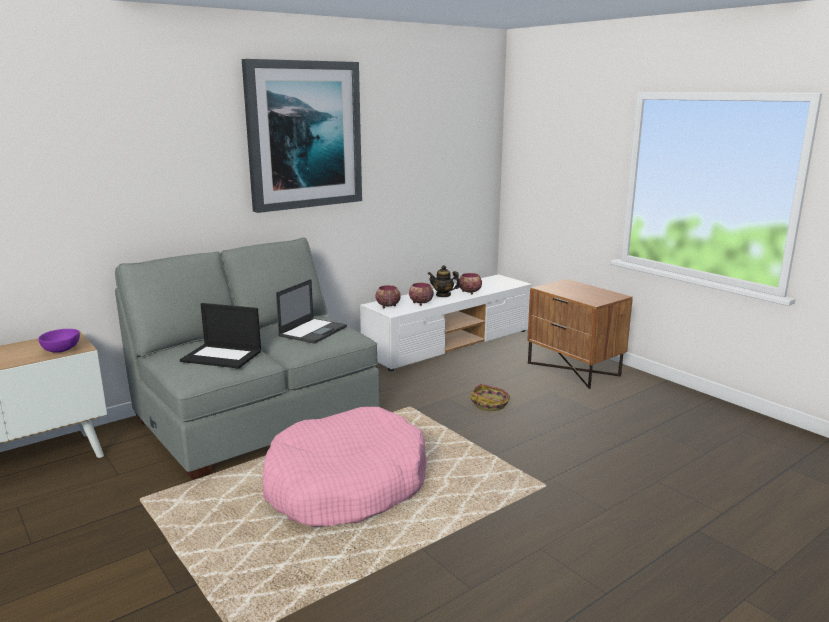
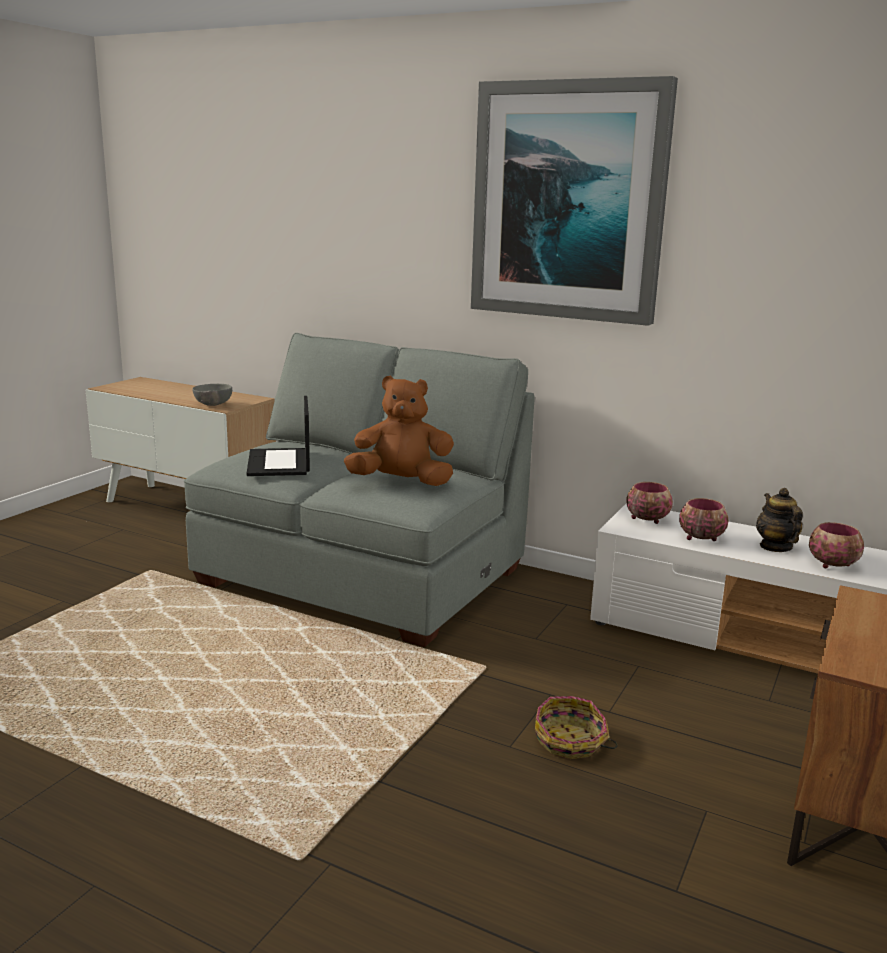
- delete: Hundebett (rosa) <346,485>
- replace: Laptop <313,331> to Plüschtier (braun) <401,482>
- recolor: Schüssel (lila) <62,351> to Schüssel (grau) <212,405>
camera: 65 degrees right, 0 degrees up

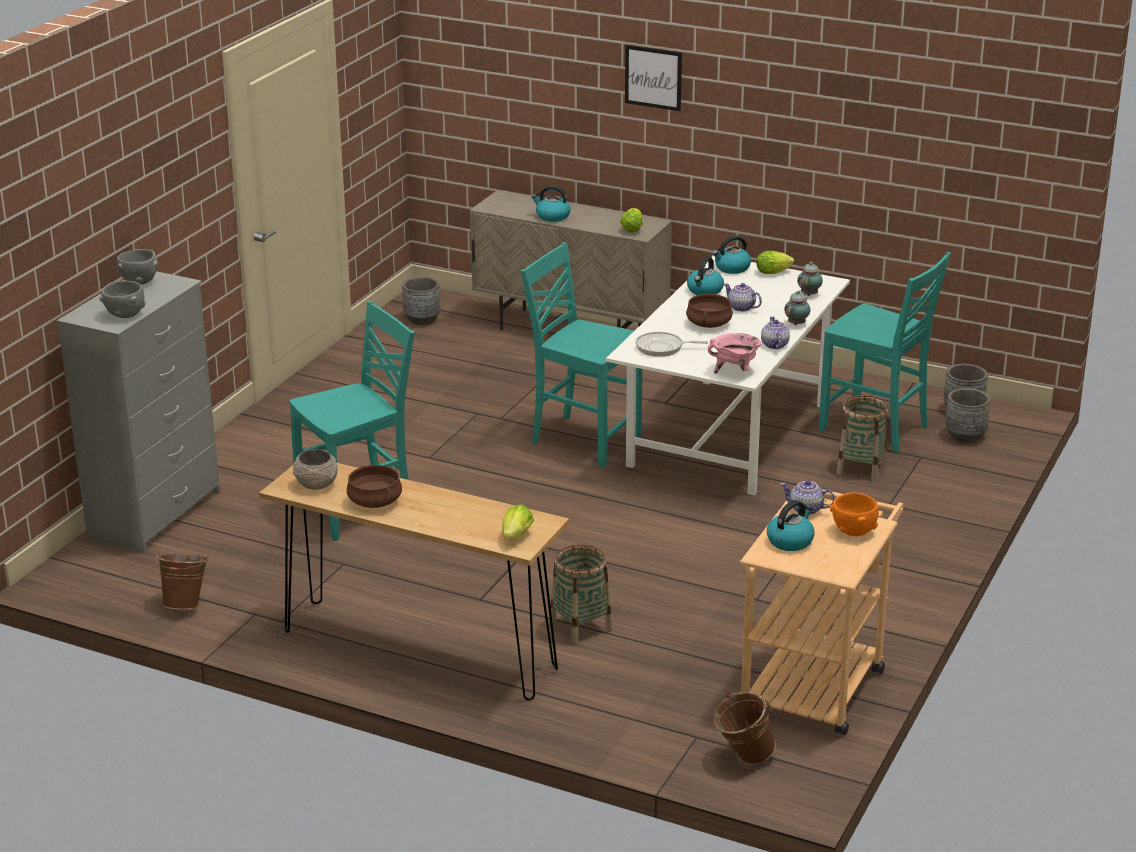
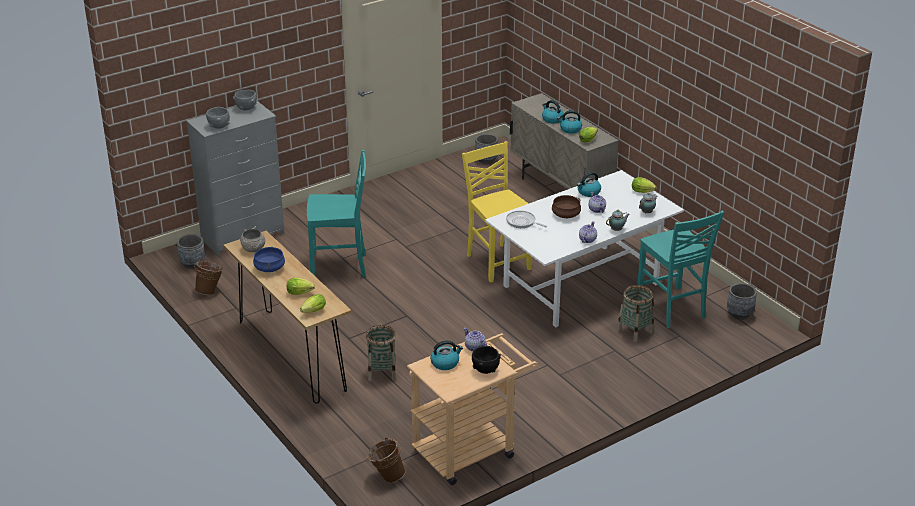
- delete: Bild <653,77>
- delete: Kochtopf (rosa) <735,371>
- insert: Salatkopf <301,293>
- move: Wasserkessel <731,268> to <570,129>
- move: Pflanzkübel (grau) <965,436> to <192,263>
- recolor: Kochtopf (braun) <375,501> to Kochtopf (blau) <270,268>
- recolor: Stuhl (türkis) <583,440> to Stuhl (gelb) <497,262>
- recolor: Schüssel (orange) <853,531> to Schüssel (schwarz) <485,369>
camera: 30 degrees right, 5 degrees up

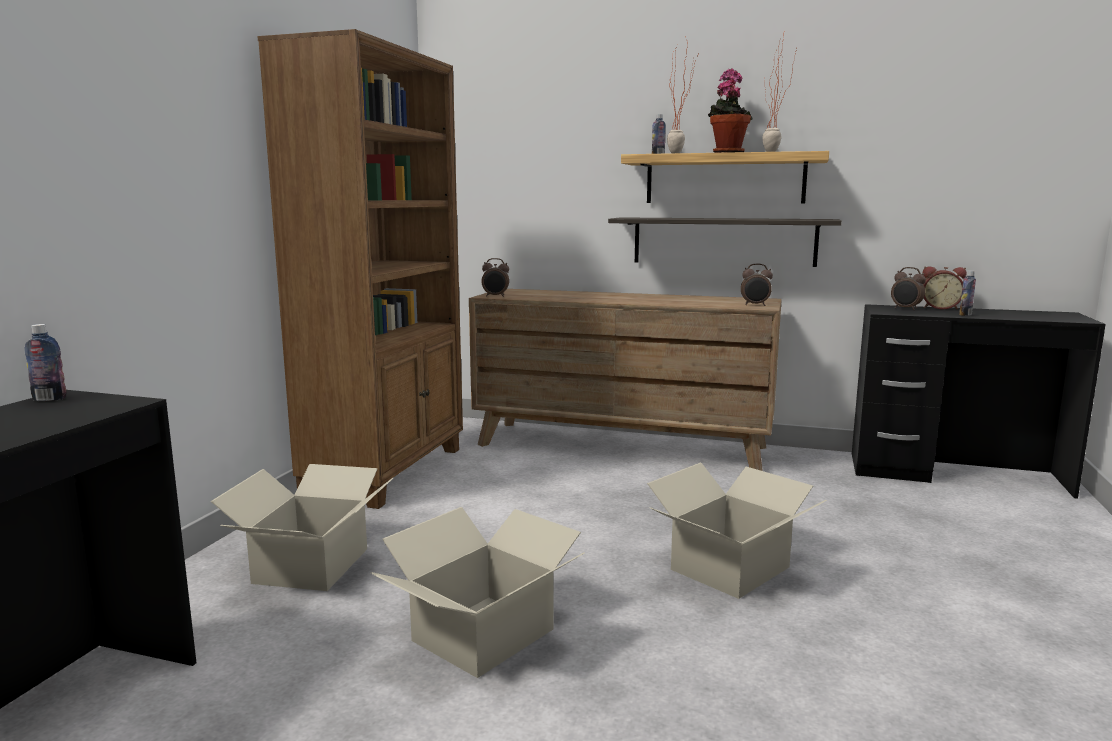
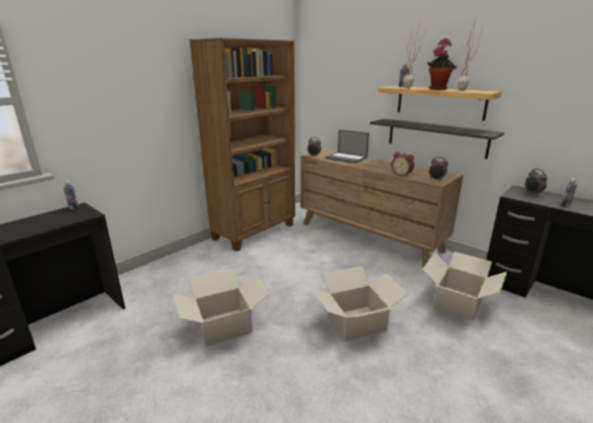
- insert: Laptop <347,158>
- move: Karton <310,565> to <457,302>
- move: Wecker <940,308> to <402,174>
camera: 25 degrees right, 10 degrees up

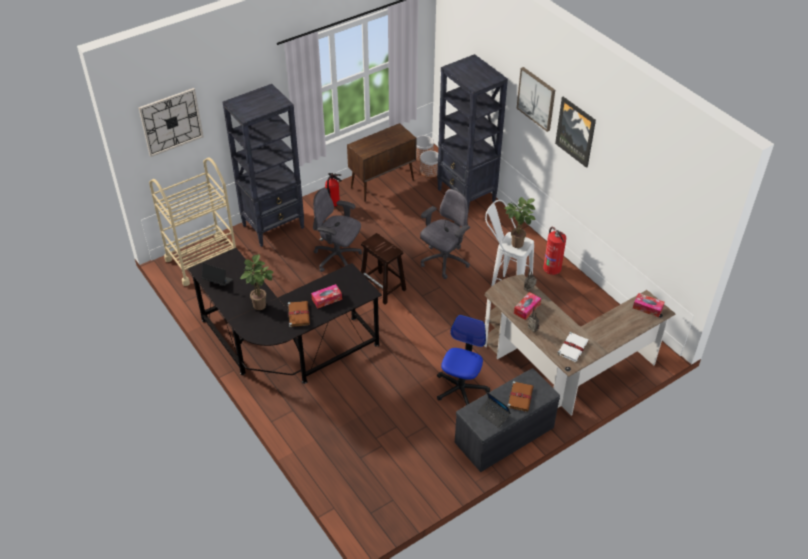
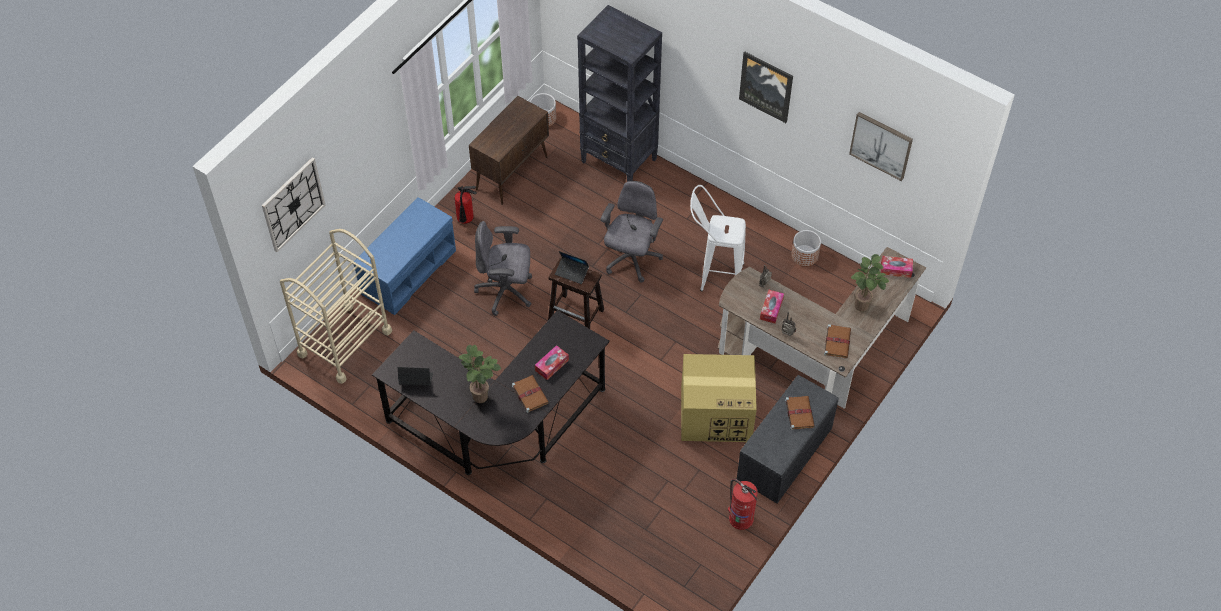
- move: Pflanzkübel <430,171> to <805,255>
- move: Laptop <493,415> to <572,272>
- move: Topfpflanze <517,245> to <862,307>
- move: Bild <536,98> to <881,145>
- move: Feuerlöscher <552,267> to <740,518>
- replace: Bücherregal (schwarz) <274,226> to Bank (blau) <408,271>
- replace: Bürostuhl <461,388> to Karton <717,414>
- recolor: Buch (weiß) <573,347> to Buch (braun) <837,341>
camera: 20 degrees left, 10 degrees up

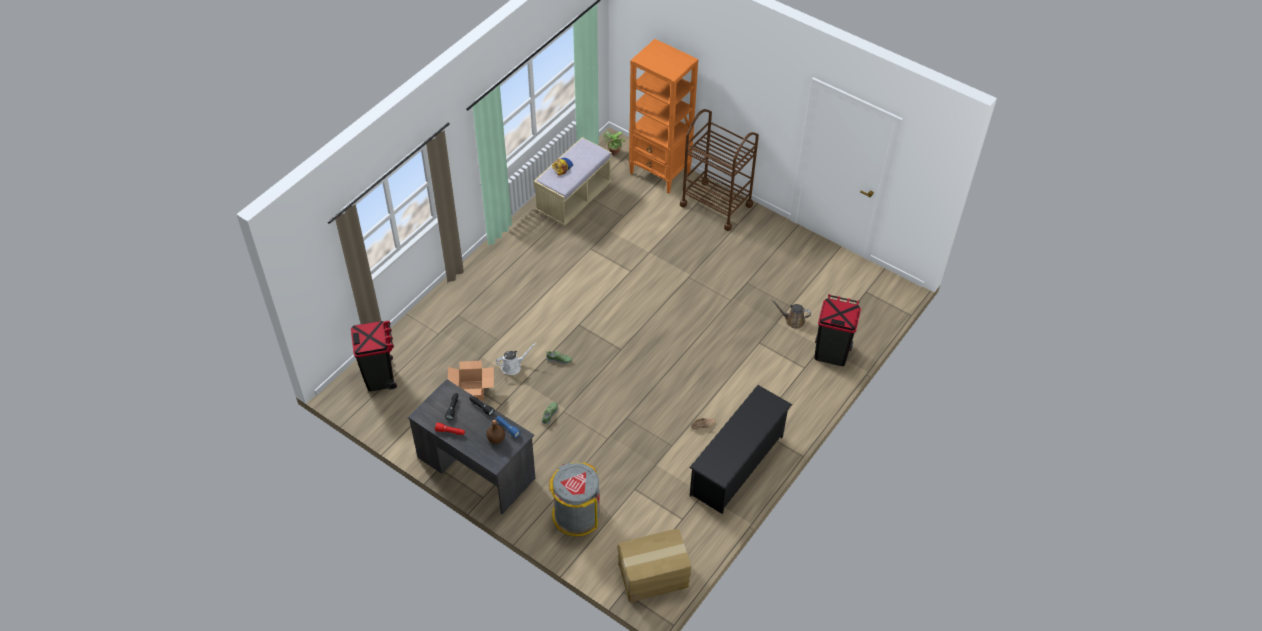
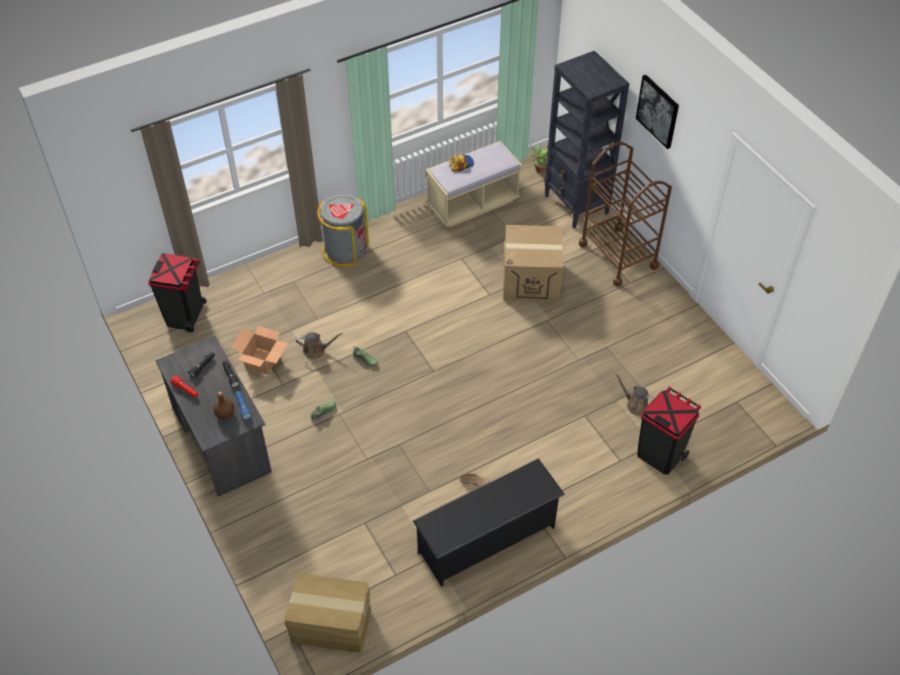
- insert: Karton <531,280>
- insert: Bild <658,111>
- move: Mülleimer (grau) <576,514> to <345,249>
- recolor: Gießkanne (weiß) <513,366> to Gießkanne (braun) <316,350>
- recolor: Bücherregal (orange) <660,173> to Bücherregal (schwarz) <576,205>
camera: 25 degrees right, 0 degrees up

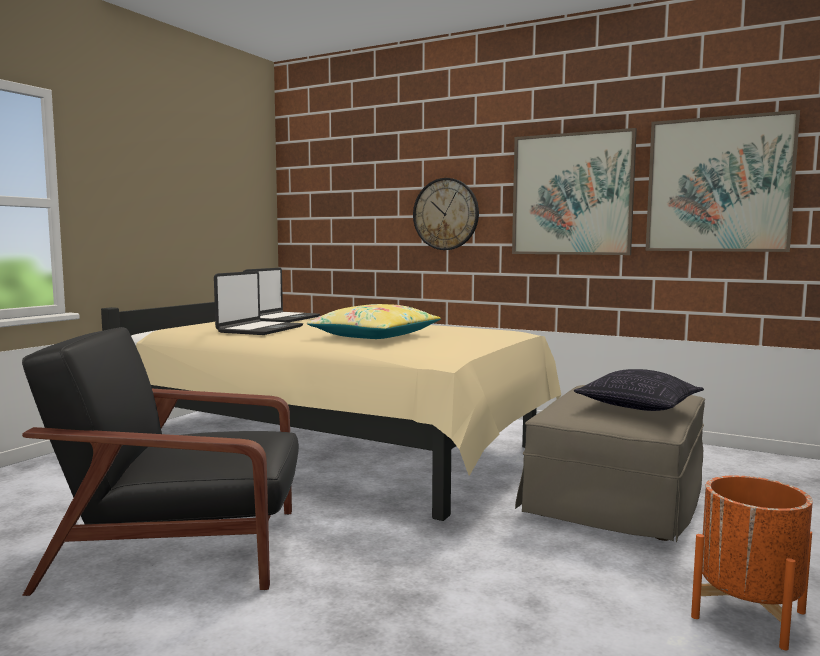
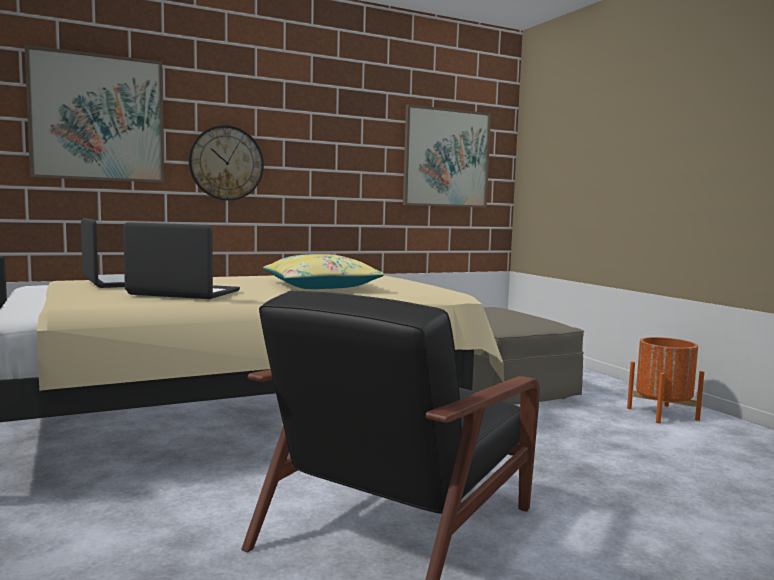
- delete: Kissen <637,407>
- move: Bild <572,194> to <97,118>
- rotate: Laptop <259,329> = <184,293> 45 degrees counterclockwise
camera: 55 degrees left, 0 degrees up

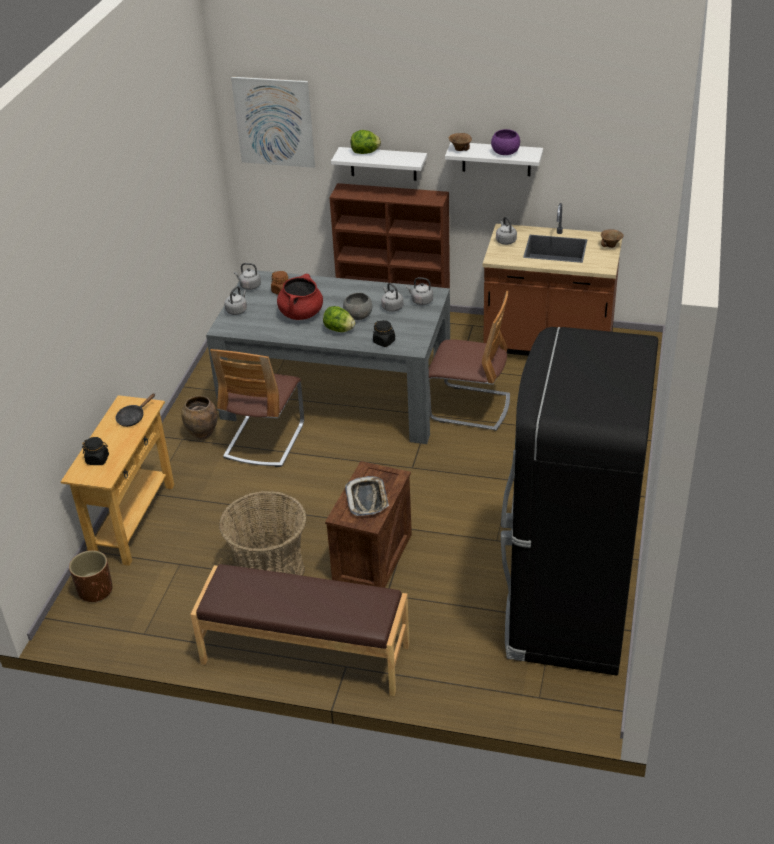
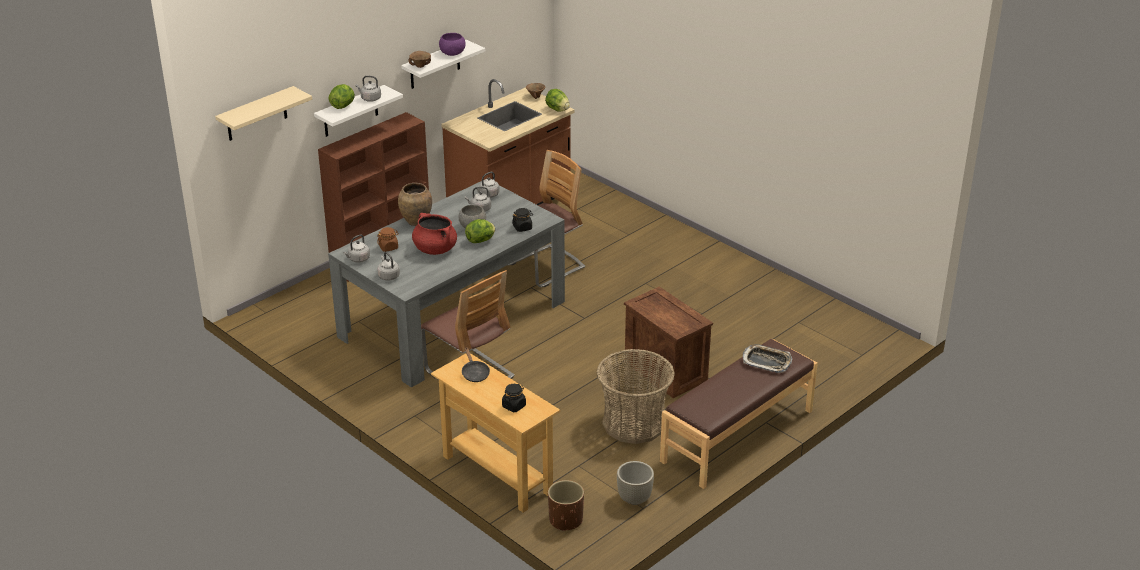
- delete: Kühlschrank (schwarz) <567,608>
- insert: Salatkopf <557,109>
- insert: Pflanzkübel (grau) <634,499>
- move: Vase (braun) <202,434> to <415,221>
- move: Tablett <367,499> to <766,361>
- move: Wasserkessel (grau) <505,240> to <370,98>
- replace: Bild <274,122> to Wandregal (beige) <256,114>
camera: 60 degrees left, 5 degrees down

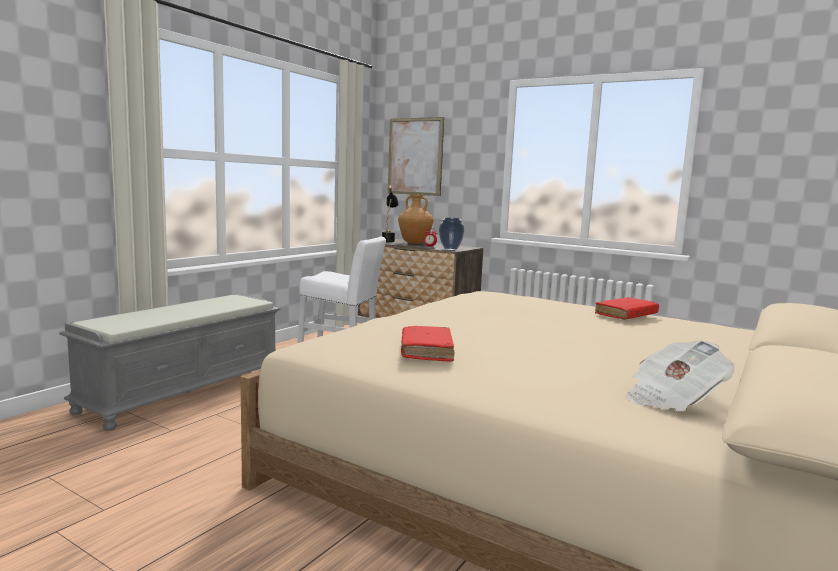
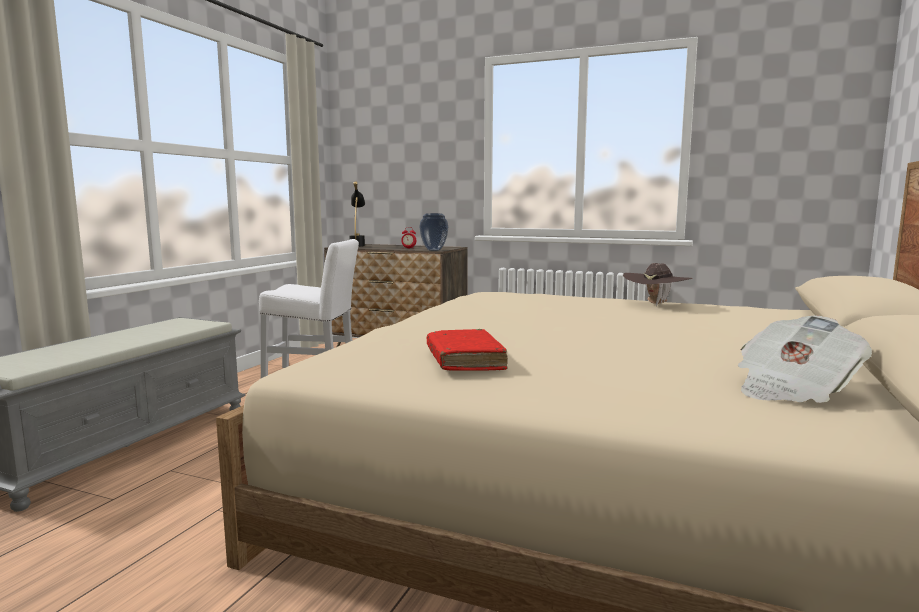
- delete: Bild <415,156>
- delete: Vase (braun) <415,243>
- replace: Buch (rot) <626,315> to Hut (braun) <655,304>
camera: 10 degrees left, 0 degrees up

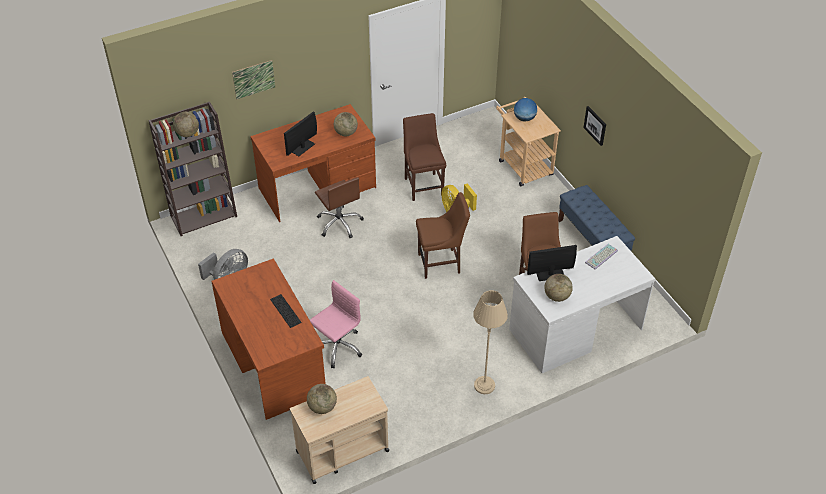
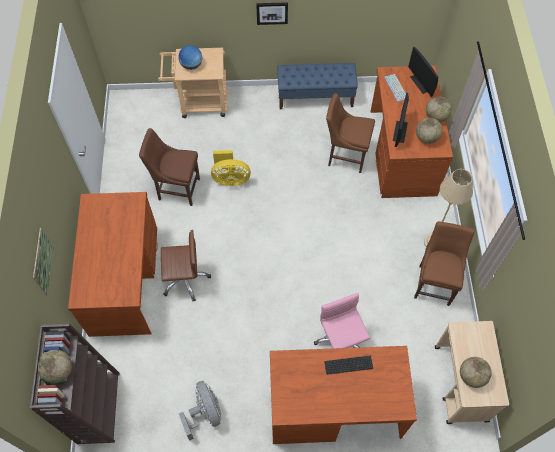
- move: Monitor <303,148> to <420,83>
- move: Globus <346,133> to <436,117>
- move: Stuhl (braun) <441,263> to <434,283>
- recolor: Schreibtisch (weiß) <574,329> to Schreibtisch (braun) <401,152>
camera: 65 degrees left, 15 degrees up

